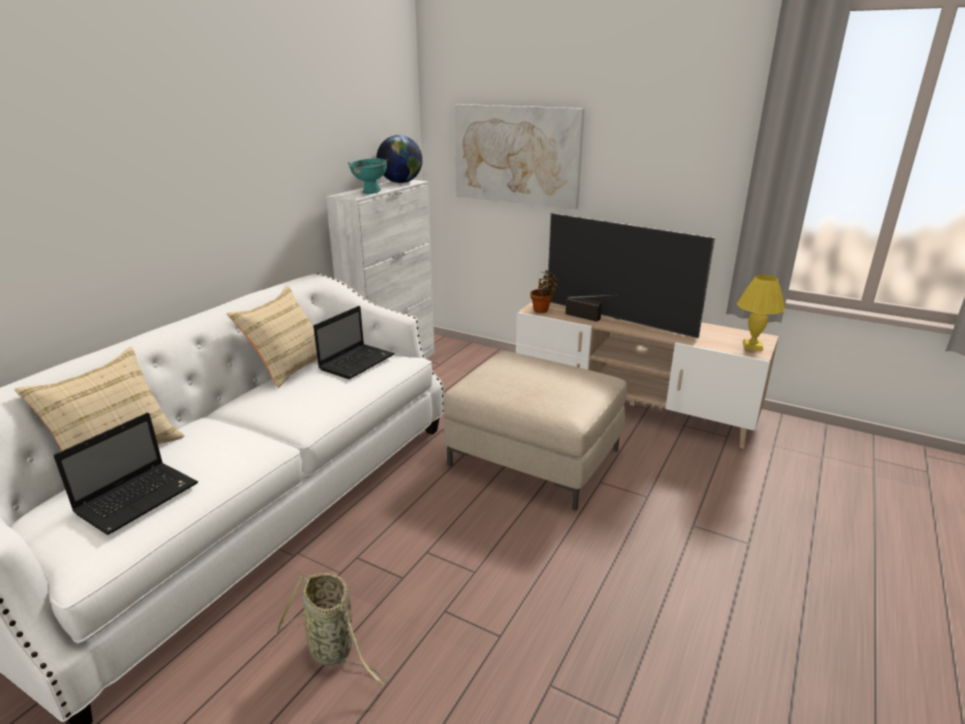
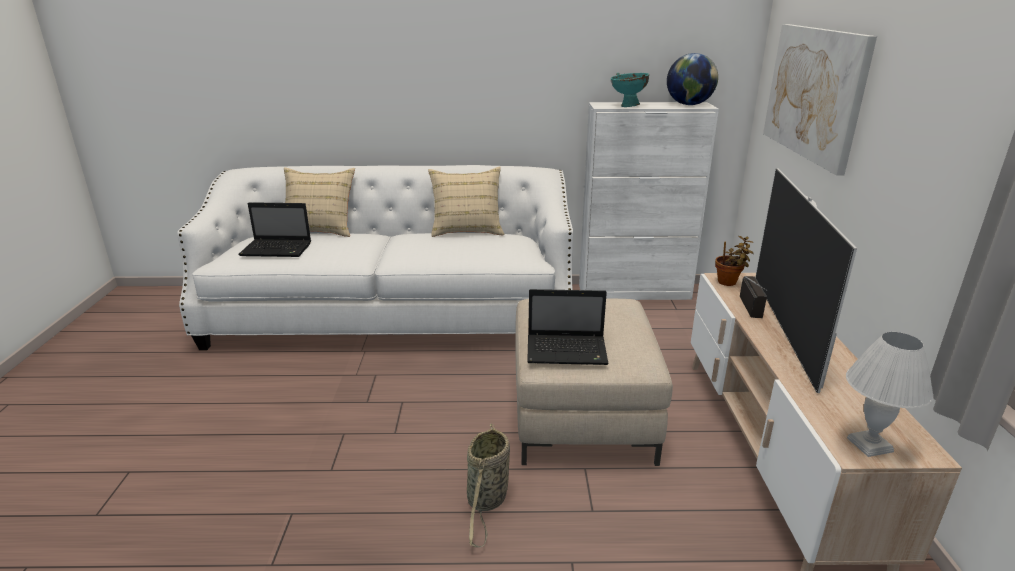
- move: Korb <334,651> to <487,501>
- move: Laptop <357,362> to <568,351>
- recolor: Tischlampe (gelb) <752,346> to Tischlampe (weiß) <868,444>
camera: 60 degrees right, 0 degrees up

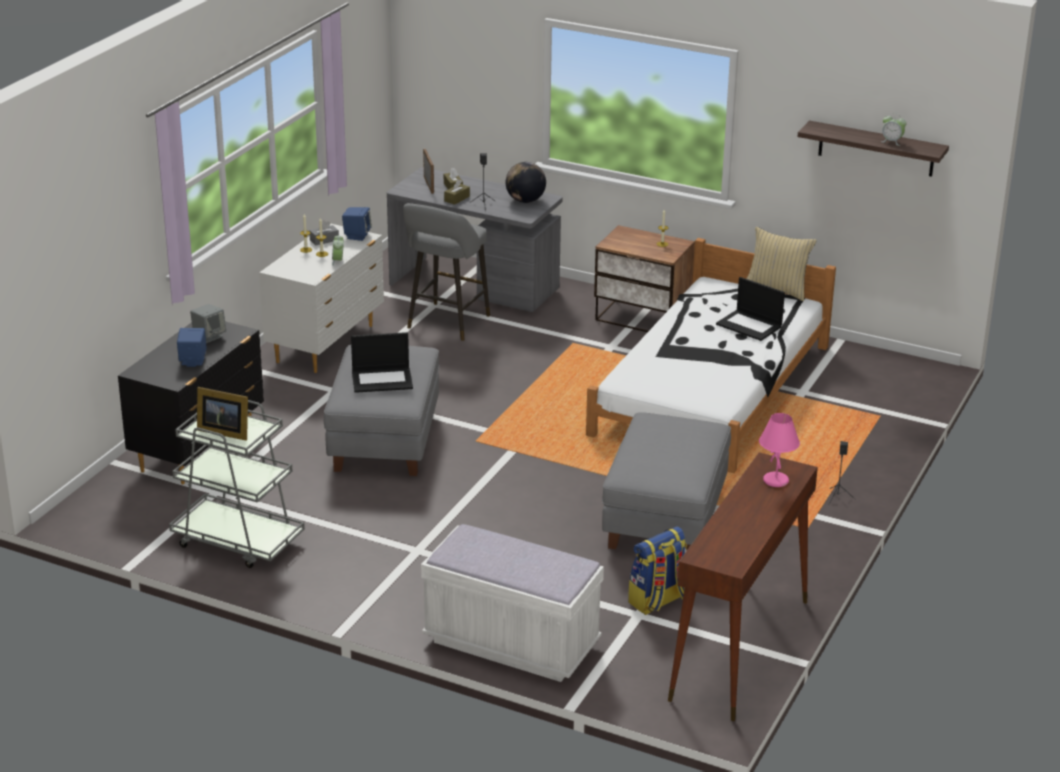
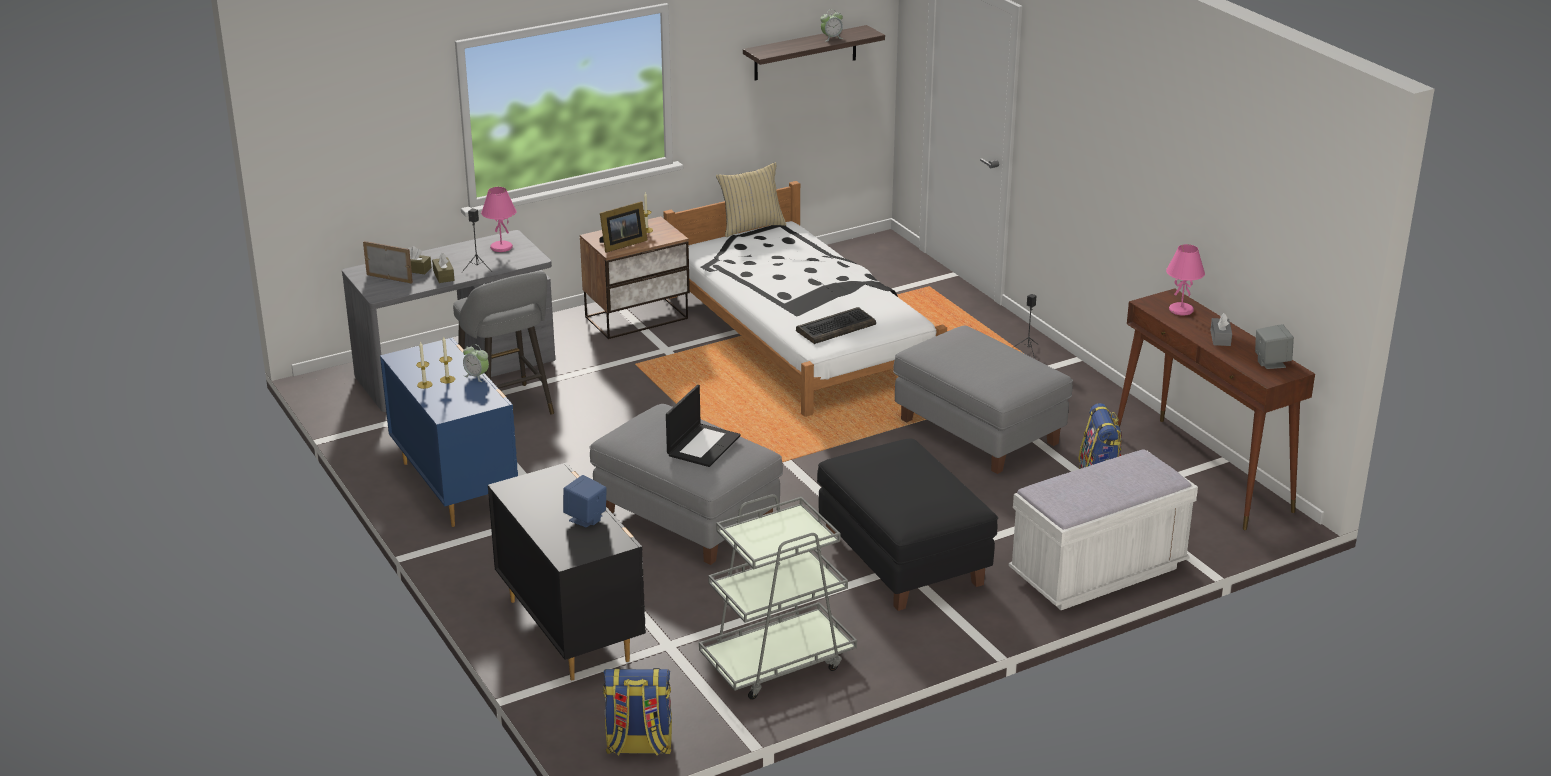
- delete: Lautsprecher (blau) <357,236>
- delete: Laptop <750,325>
- insert: Rucksack <638,746>
- insert: Tastatur <836,327>
- insert: Polsterhocker (schwarz) <904,559>
- move: Lautsprecher (grau) <209,336> to <1271,362>
- move: Bilderrahmen <223,431> to <621,244>
- move: Taschentuchbox (grau) <324,240> to <1220,338>
- replace: Globus <525,201> to Tischlampe (rosa) <501,248>
- recolor: Kommode (weiß) <327,344> to Kommode (blau) <454,486>
camera: 55 degrees left, 0 degrees up

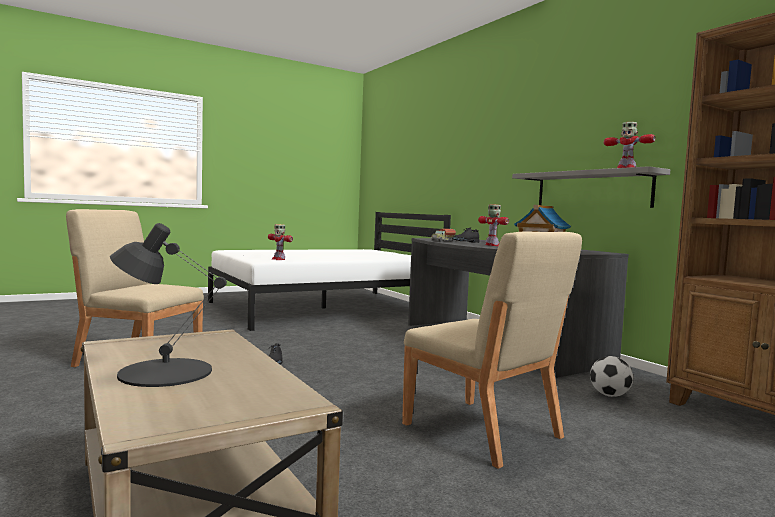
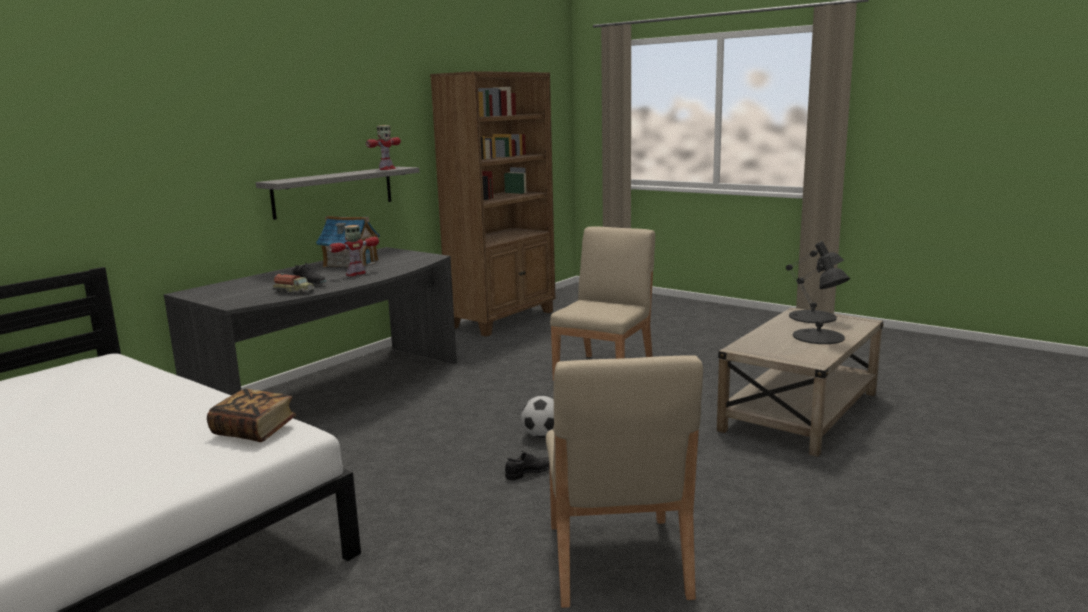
- insert: Tischlampe (schwarz) <813,317>
- move: Fußball <609,395> to <542,435>
- replace: Spielzeugroboter <278,259> to Buch <254,430>
camera: 110 degrees left, 10 degrees up

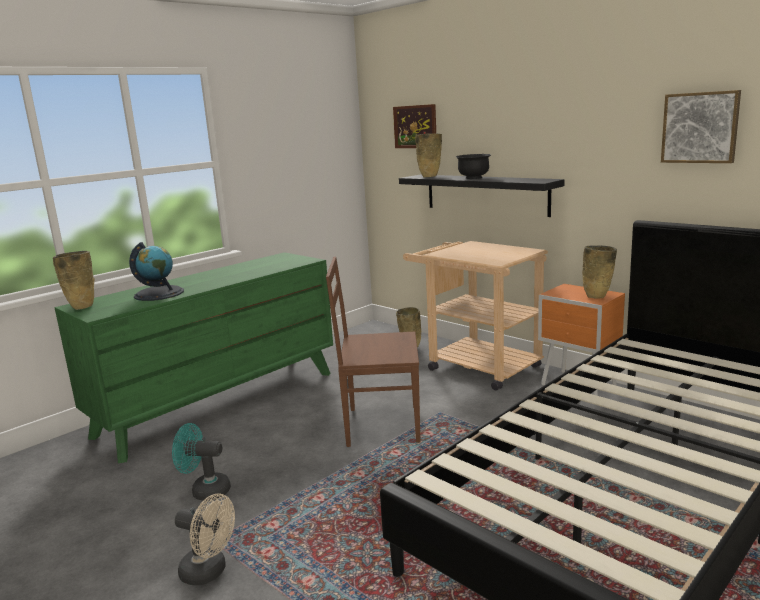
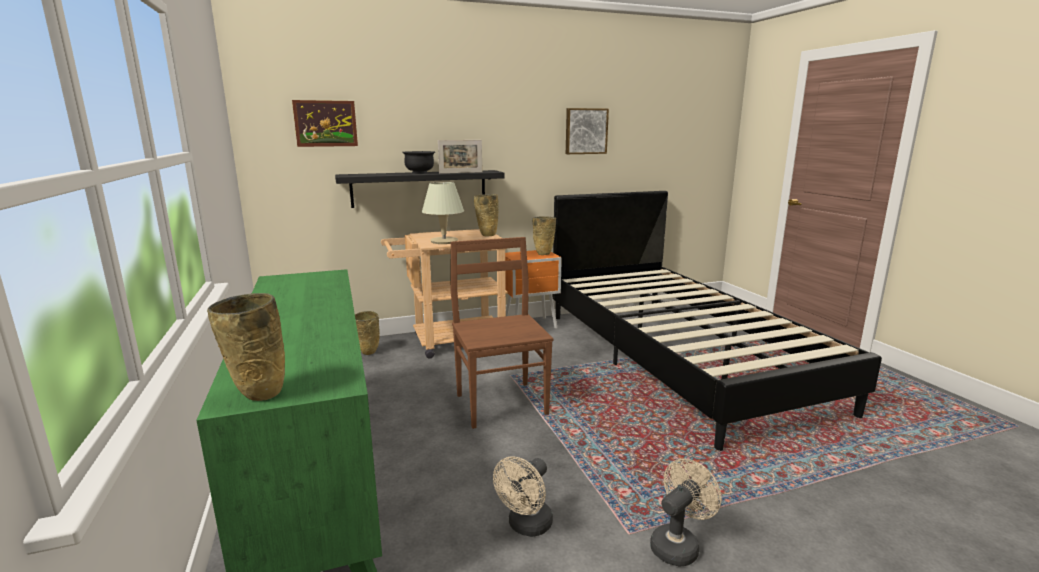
- delete: Globus <159,293>
- insert: Tischlampe (beige) <444,241>
- insert: Bilderrahmen <461,172>
- move: Vase (beige) <430,177> to <487,235>
- recolor: Ventilator (türkis) <205,490> to Ventilator (beige) <526,526>
- rotate: Stuhl (braun) <380,425> = <500,403> 135 degrees clockwise
camera: 65 degrees left, 0 degrees up

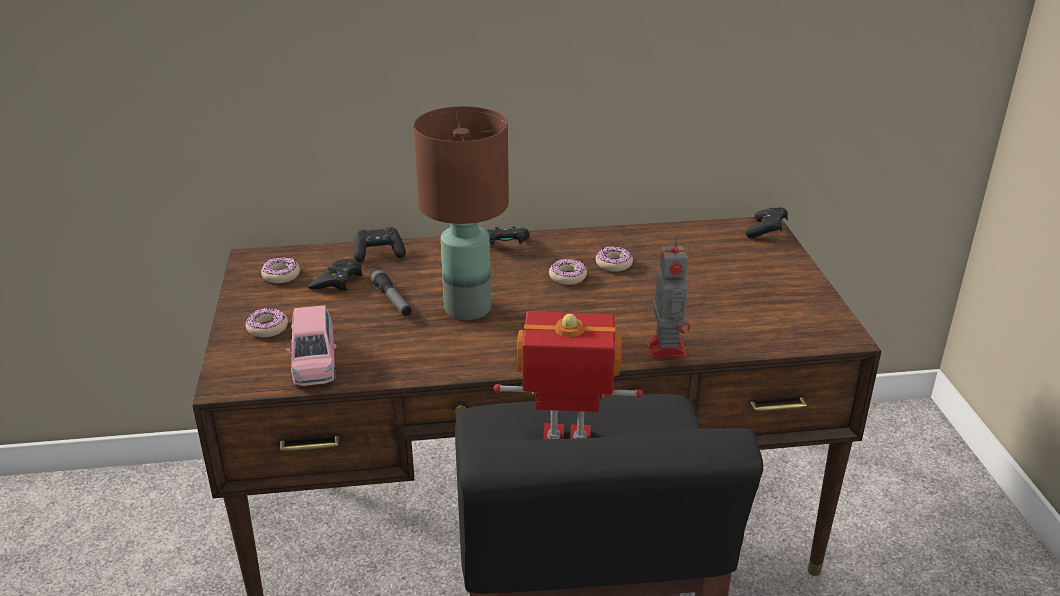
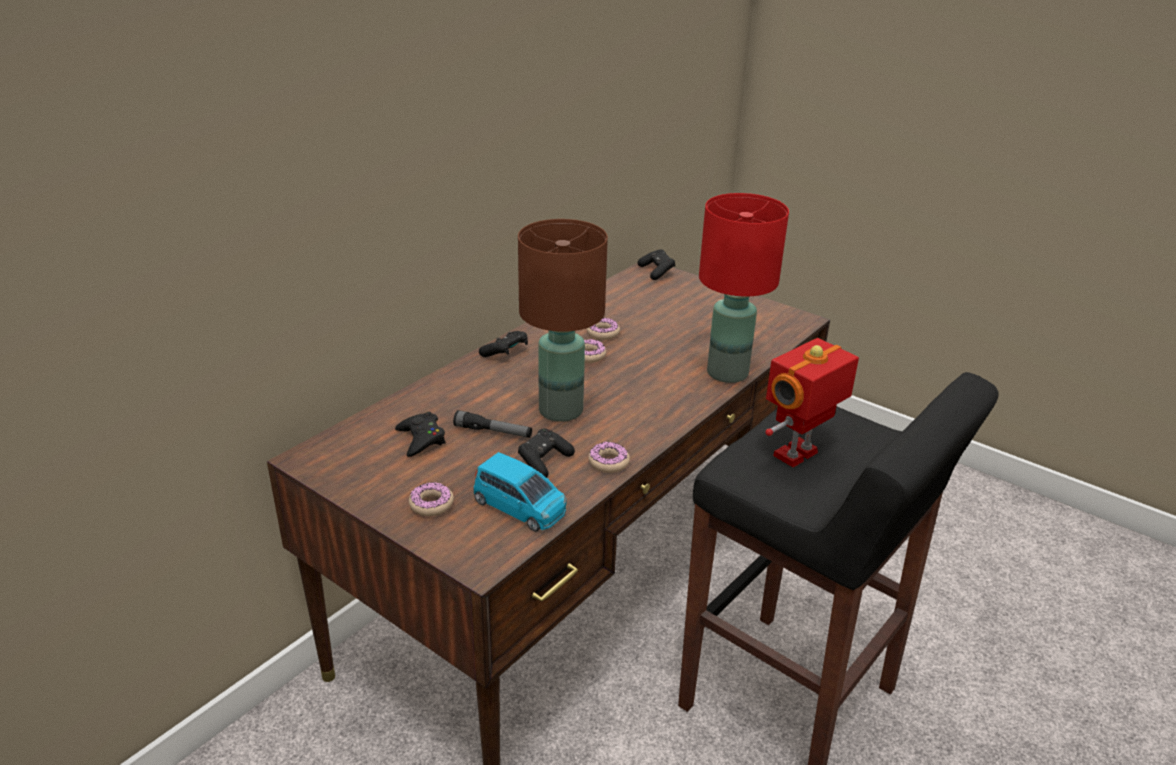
- move: Donut <281,275> to <608,462>
- move: Gamepad (schwarz) <379,254> to <544,462>
- replace: Spielzeugroboter <665,347> to Tischlampe (rot) <726,373>
- recolor: Spielzeugauto (rosa) <314,362> to Spielzeugauto (blau) <520,507>
camera: 45 degrees left, 0 degrees up

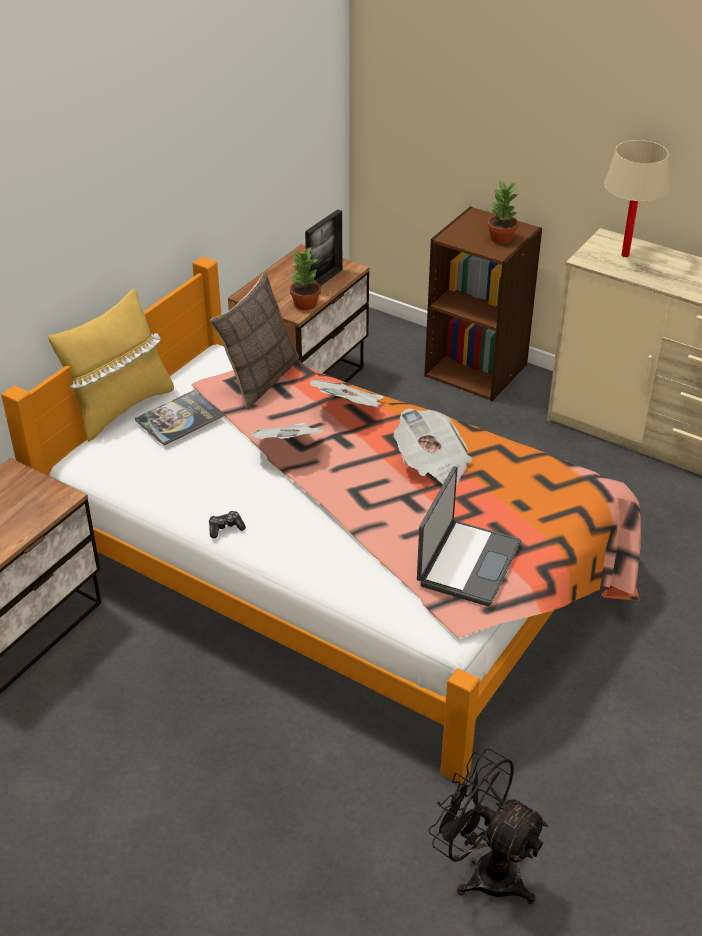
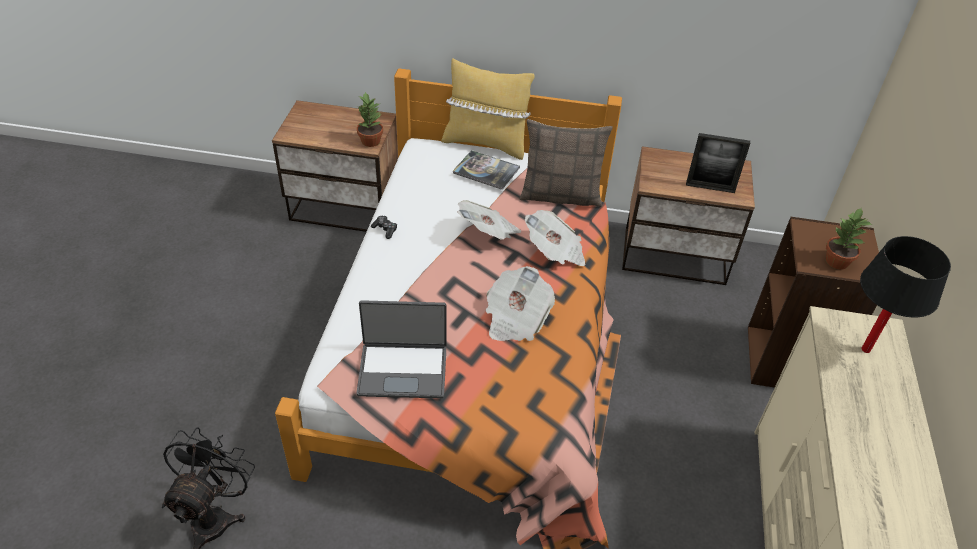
- move: Topfpflanze <305,304> to <370,141>
- recolor: Tischlampe (beige) <625,255> to Tischlampe (schwarz) <866,349>
camera: 65 degrees right, 5 degrees up

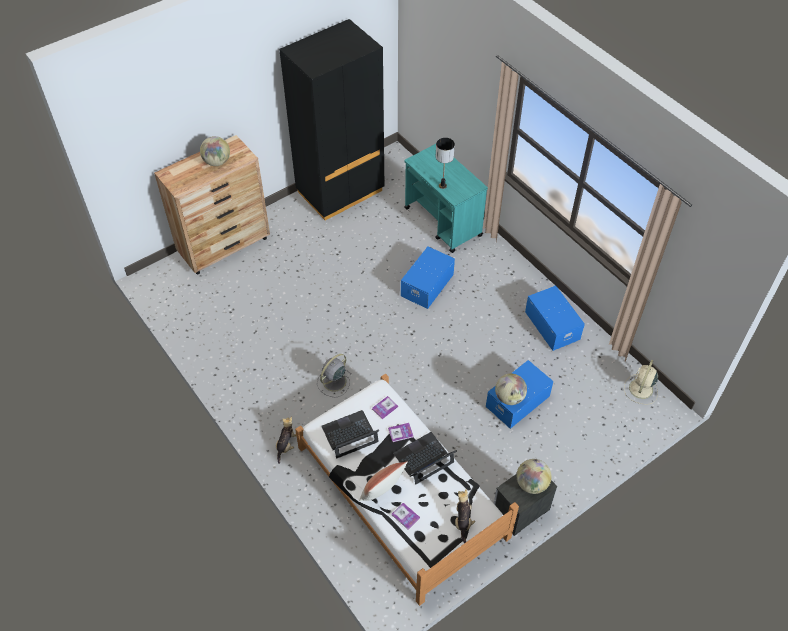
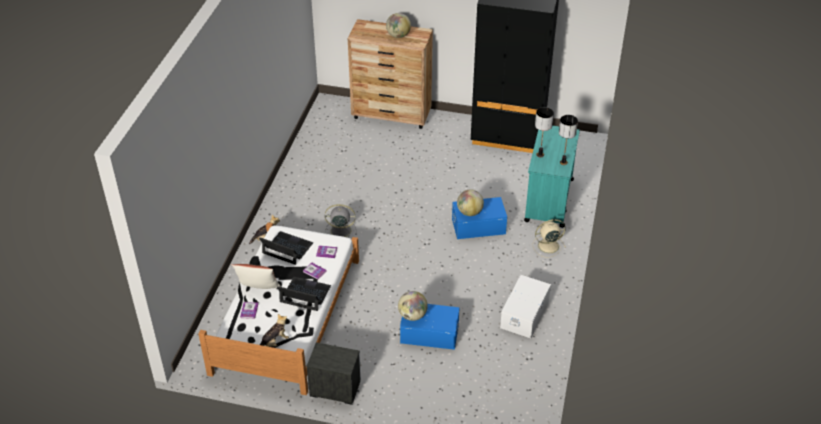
- insert: Tischlampe <563,162>
- move: Globus <531,484> to <469,212>
- move: Ventilator (beige) <640,389> to <547,246>
- recolor: Aufbewahrungsbox (blau) <552,325> to Aufbewahrungsbox (weiß) <525,314>
camera: 50 degrees right, 10 degrees down

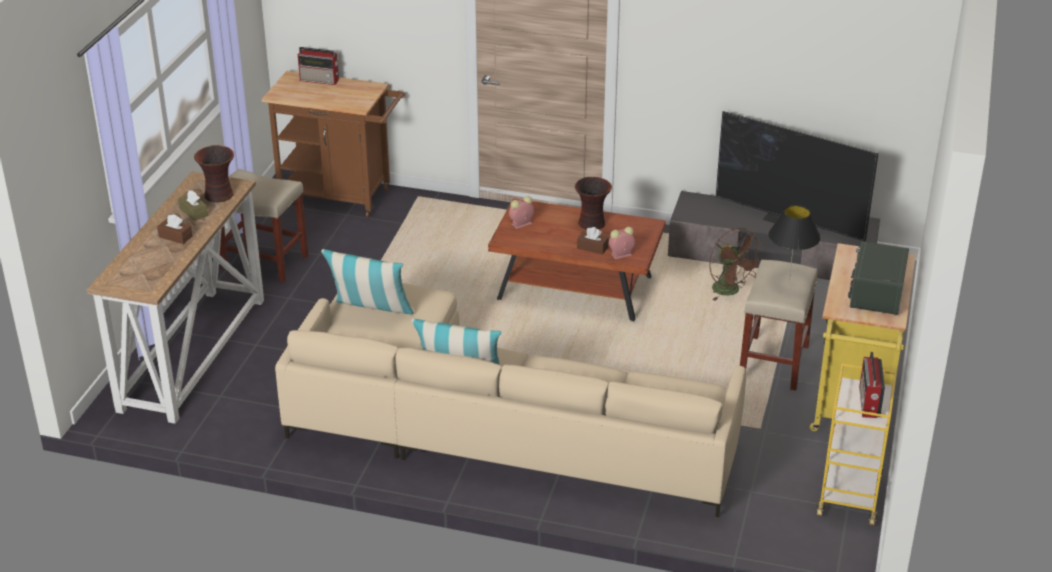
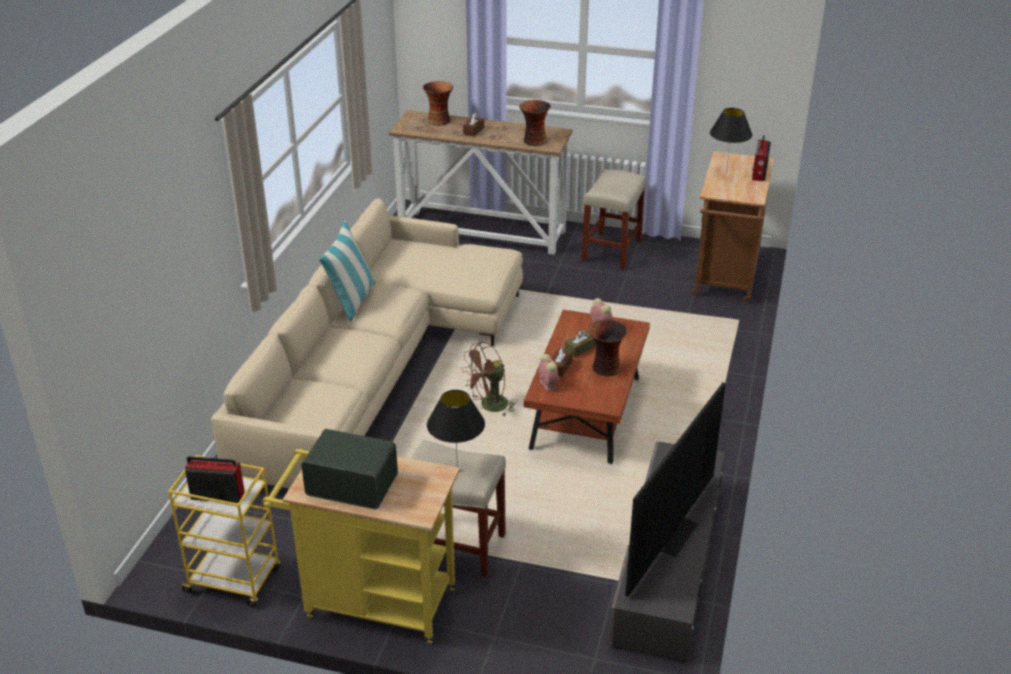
- delete: Kissen <370,314>
- insert: Vase <439,121>
- insert: Tischlampe (schwarz) <726,173>
- move: Taschentuchbox (braun) <193,212> to <579,349>
- move: Ventilator (braun) <730,291> to <489,407>
camera: 90 degrees right, 0 degrees up

